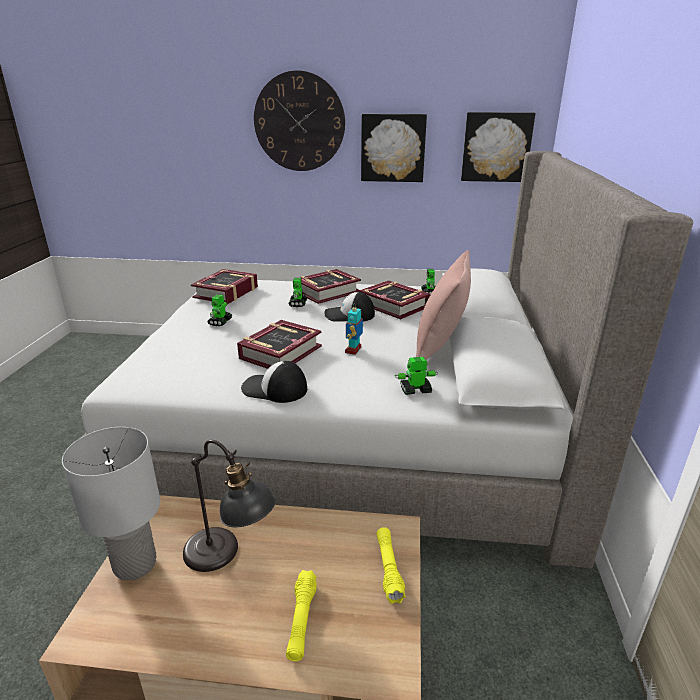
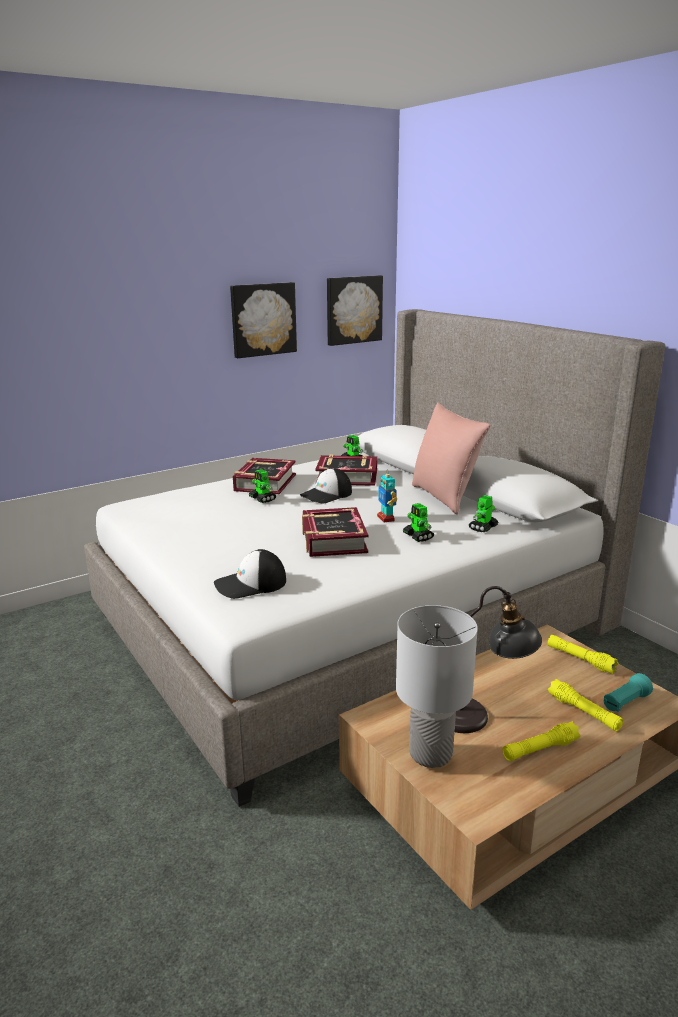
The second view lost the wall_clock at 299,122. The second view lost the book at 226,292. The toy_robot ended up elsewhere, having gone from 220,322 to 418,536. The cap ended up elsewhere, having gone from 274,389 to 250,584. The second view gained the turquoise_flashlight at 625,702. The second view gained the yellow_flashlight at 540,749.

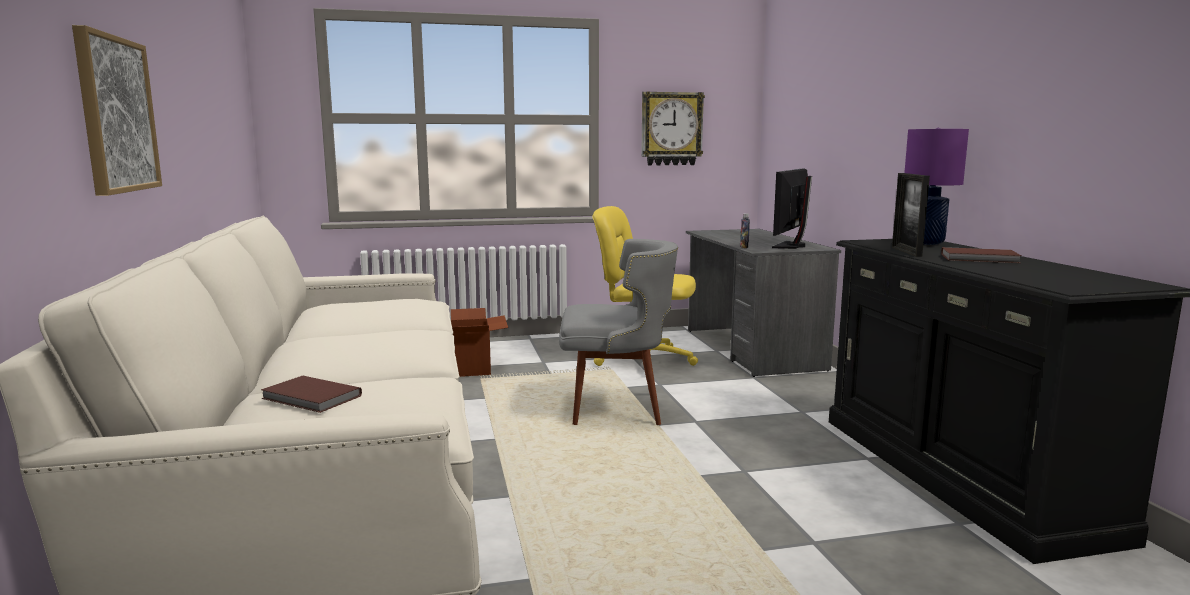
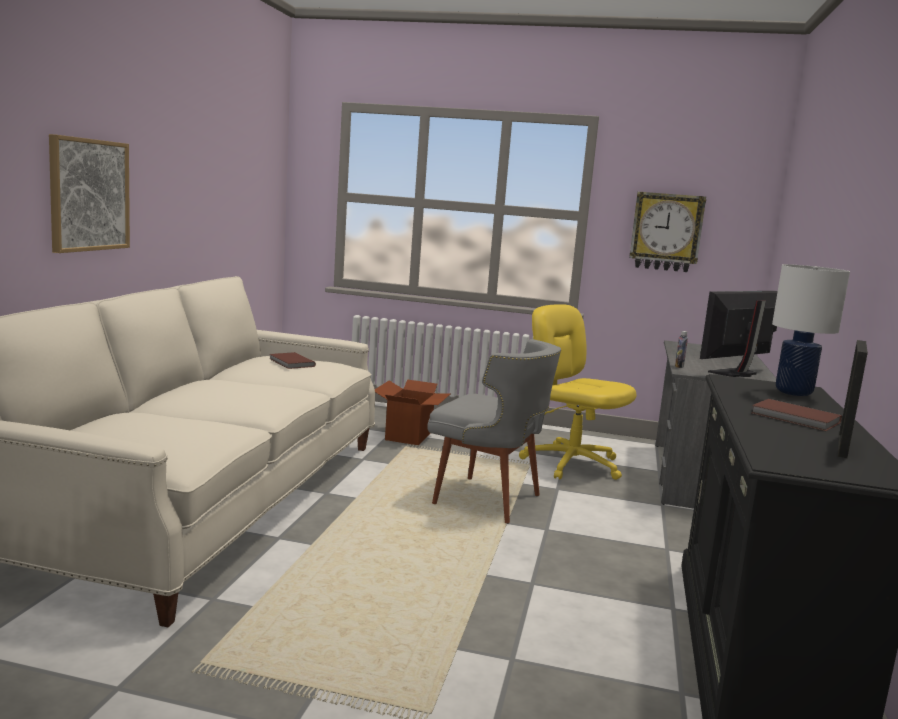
What was the purple_table_lamp at 927,244 turned into the white_table_lamp at 794,394. The picture_frame ended up elsewhere, having gone from 906,251 to 842,446. The brown_book ended up elsewhere, having gone from 311,398 to 291,363.

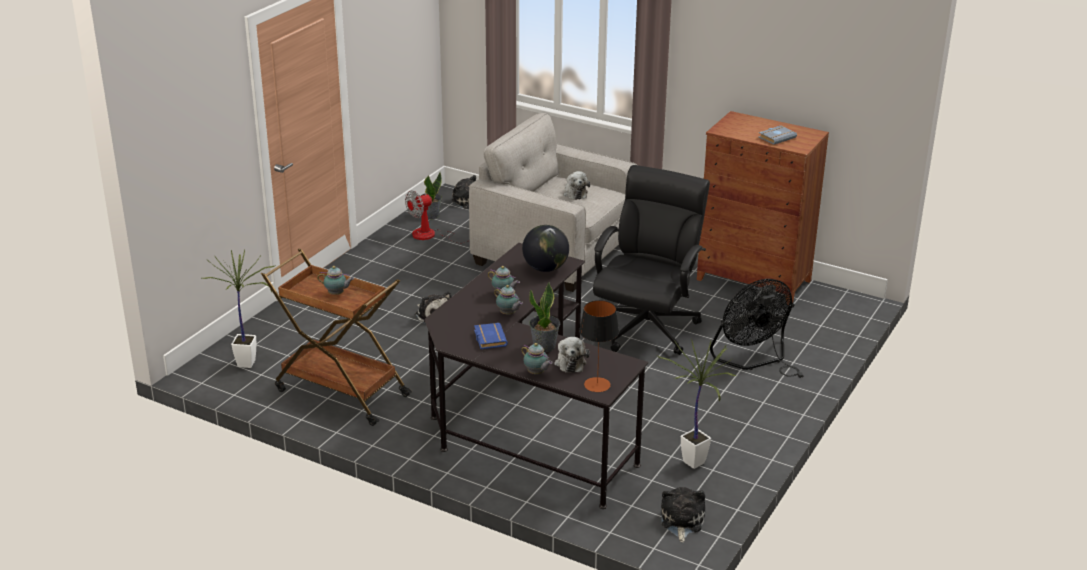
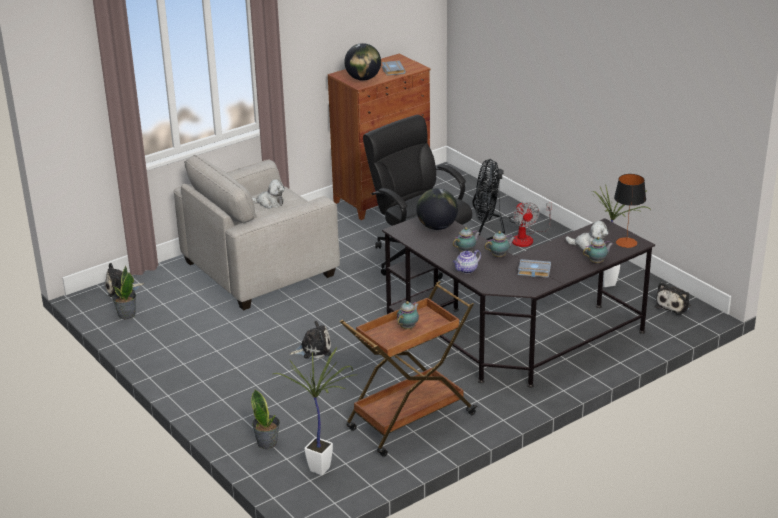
The fan ended up elsewhere, having gone from 432,236 to 527,238. The potted_plant ended up elsewhere, having gone from 544,346 to 267,443. What was the blue_book at 489,338 turned into the grey_book at 533,271. The plush_toy at 681,521 ended up facing another way, 90 degrees counterclockwise from before. The second view gained the globe at 363,79. The second view gained the teapot at 466,270.

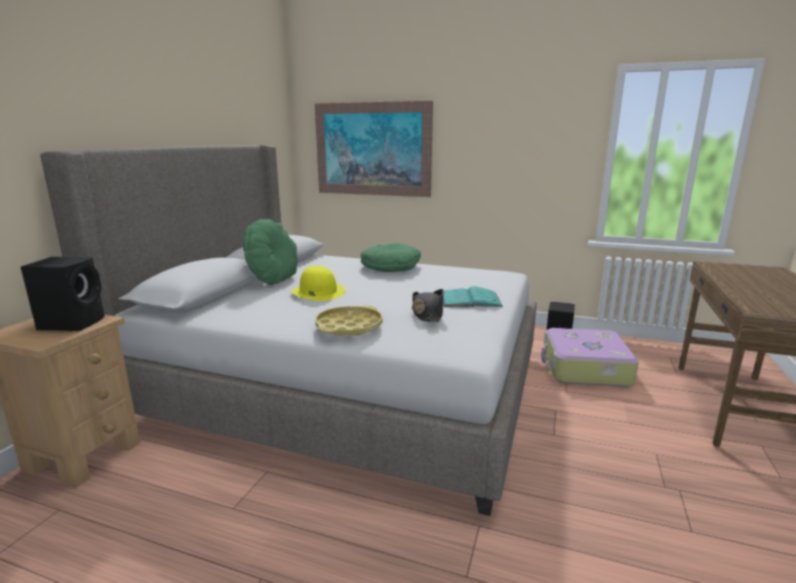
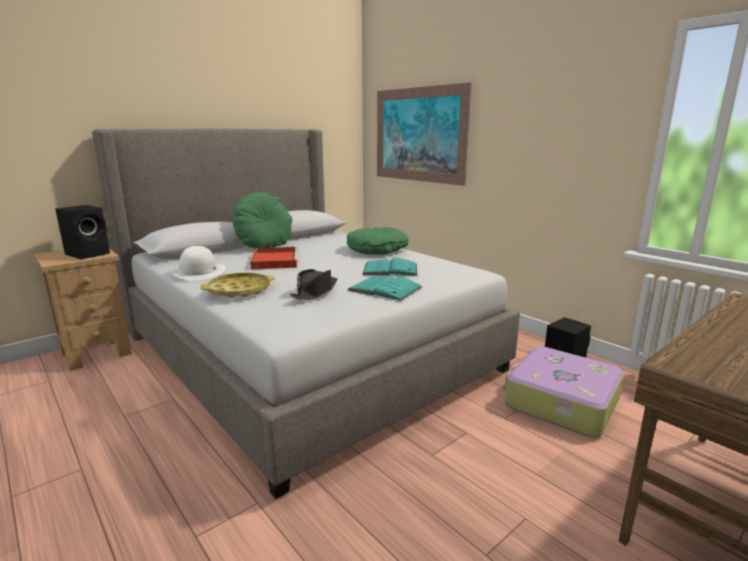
Where the yellow_hat stood at 318,292, the red_tray came to stand at 275,260. The second view gained the white_hat at 199,272. The second view gained the turquoise_book at 390,269.

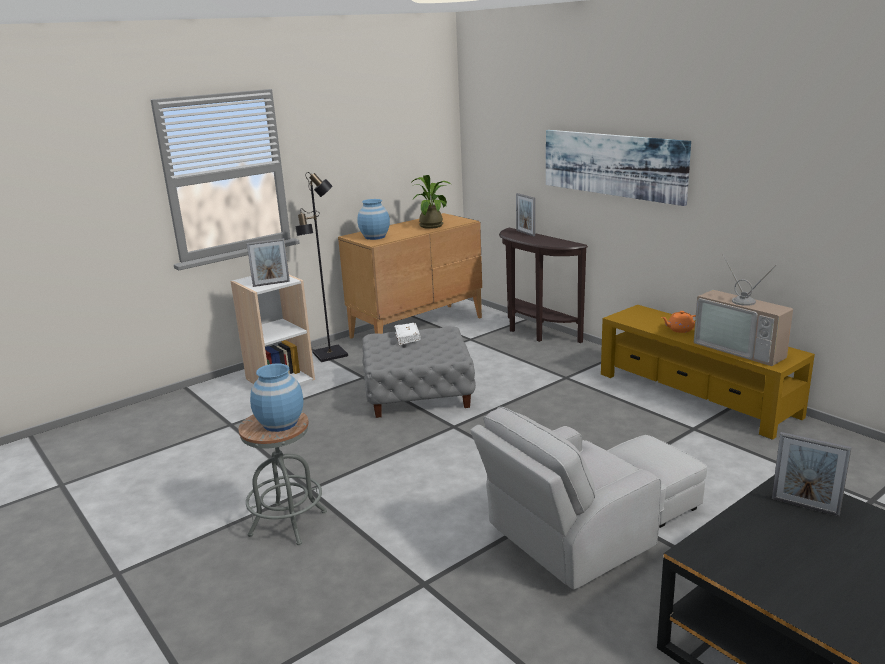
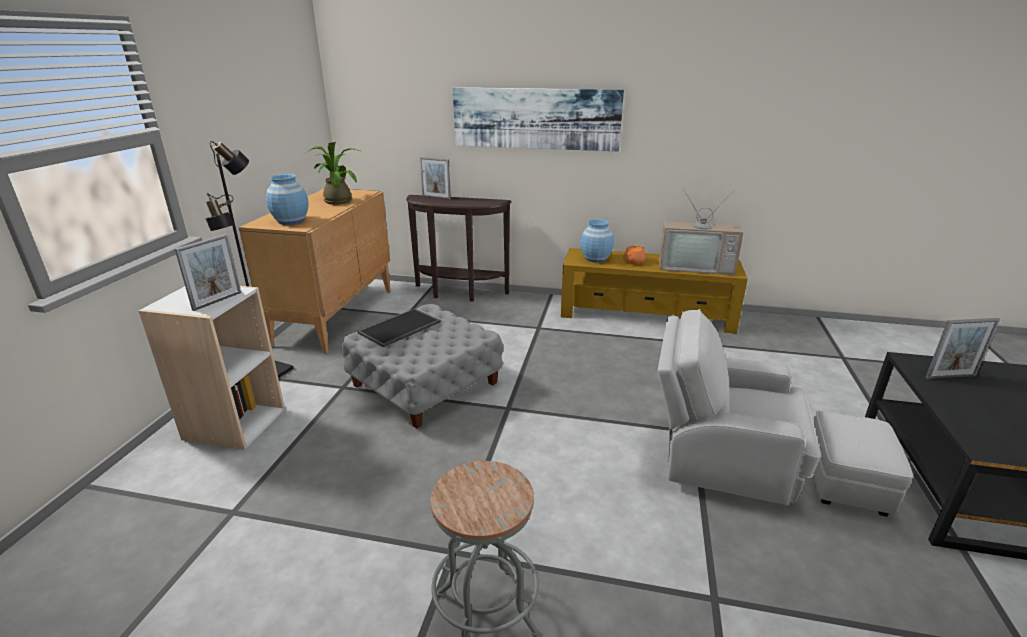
Where the white_book stood at 407,338, the tray came to stand at 400,328. The blue_vase ended up elsewhere, having gone from 280,423 to 595,258. The white_armchair at 589,532 ended up facing another way, 90 degrees clockwise from before.

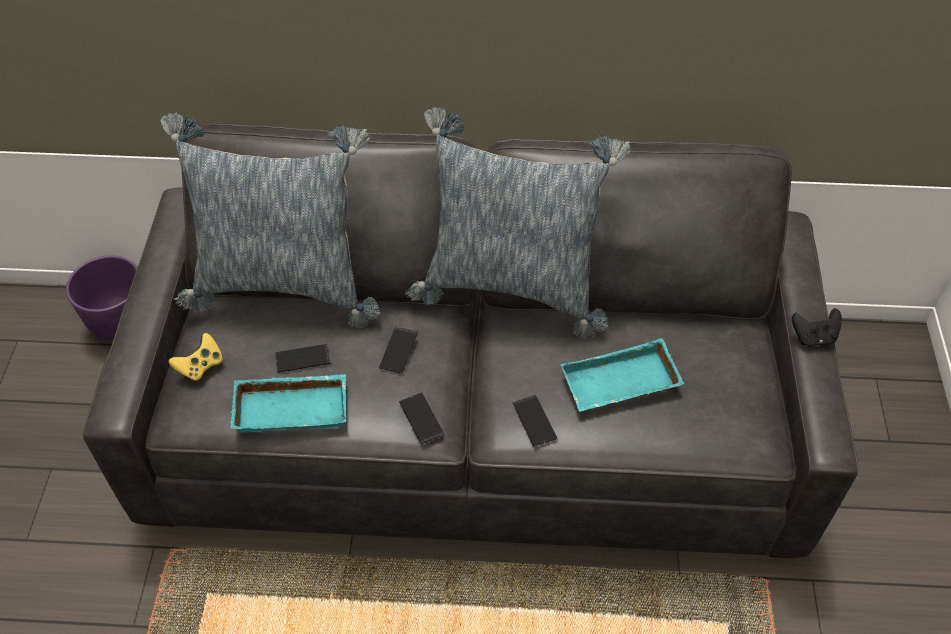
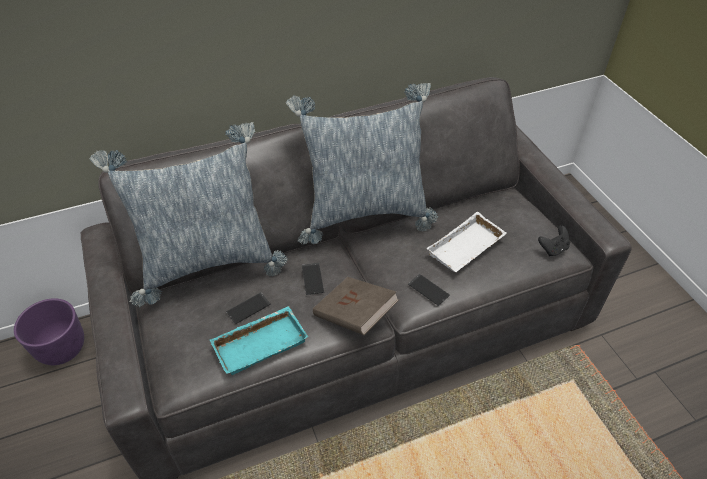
The black_game_controller ended up elsewhere, having gone from 813,337 to 553,249. The second view lost the yellow_game_controller at 200,366. What was the turquoise_tray at 619,385 turned into the white_tray at 466,249. Where the phone stood at 421,418, the brown_book came to stand at 354,316.

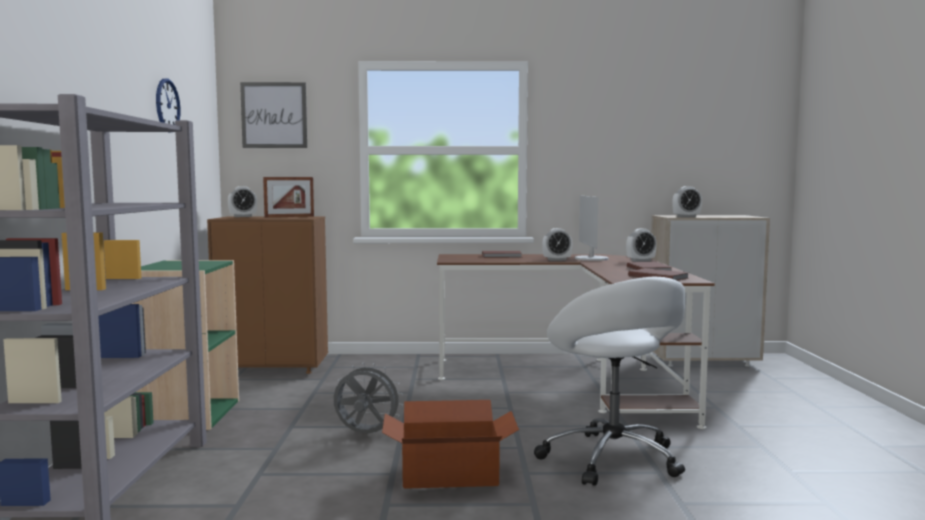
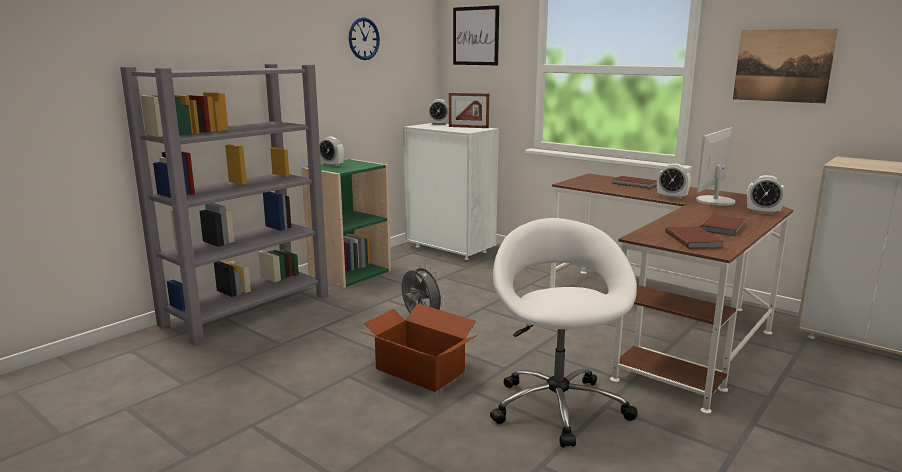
The alarm_clock ended up elsewhere, having gone from 686,217 to 332,165. What was the brown_cabinet at 275,368 turned into the white_cabinet at 451,249. The white_office_chair at 613,460 ended up facing another way, 150 degrees clockwise from before. The second view gained the picture at 782,65.

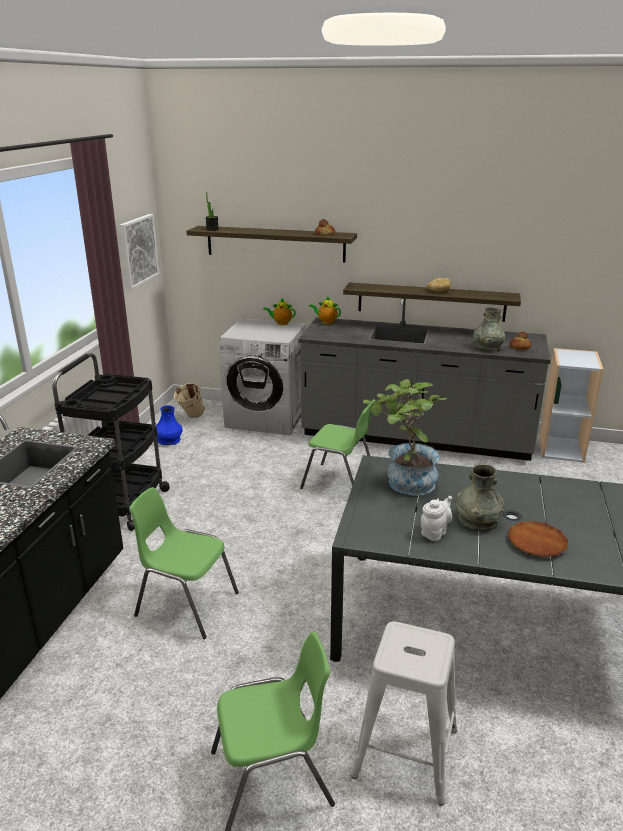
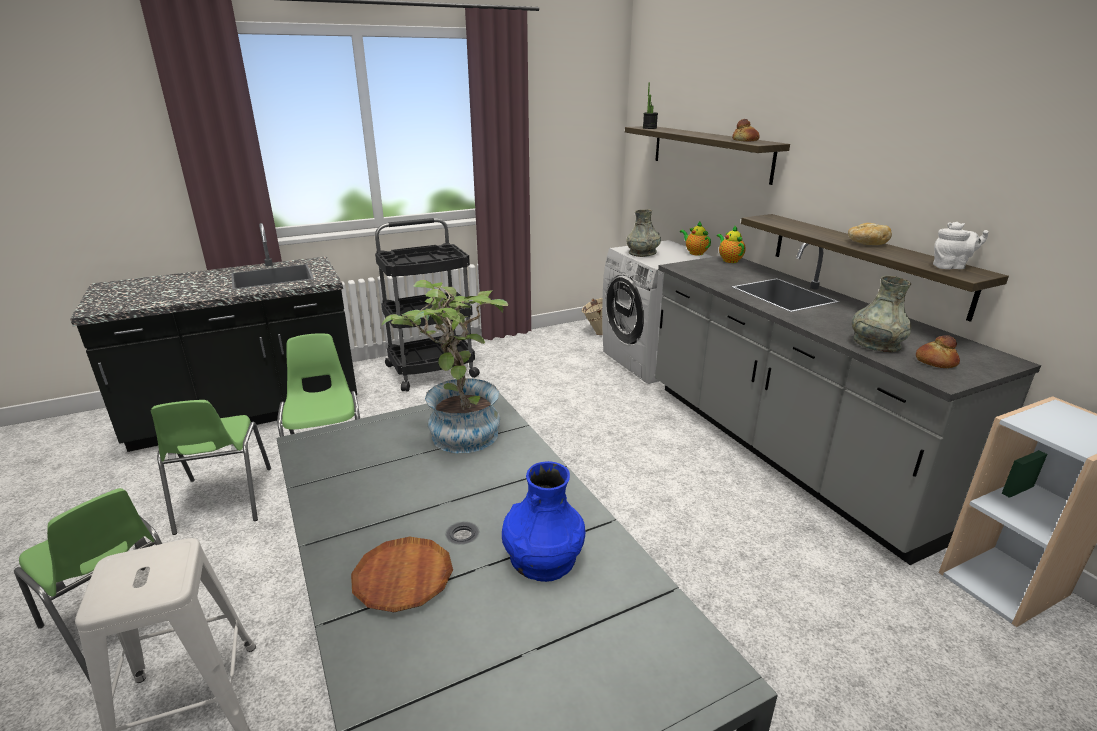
The second view lost the picture at 138,250. The green_chair ended up elsewhere, having gone from 340,483 to 223,501. The blue_vase ended up elsewhere, having gone from 168,440 to 543,556. The grey_vase ended up elsewhere, having gone from 478,520 to 642,253. The white_teapot ended up elsewhere, having gone from 435,532 to 951,267.

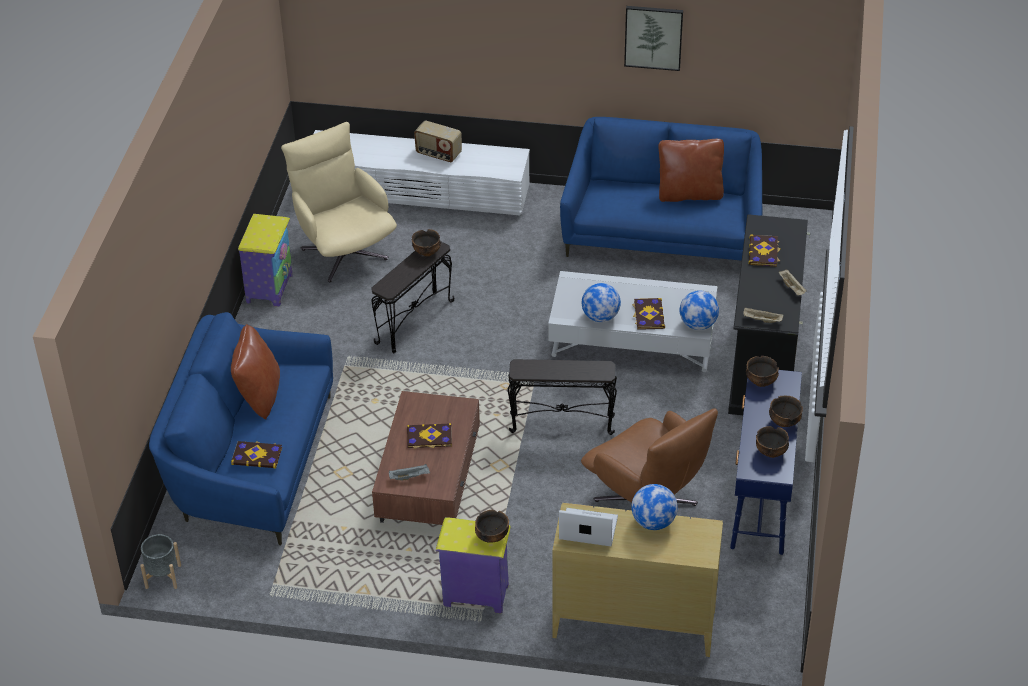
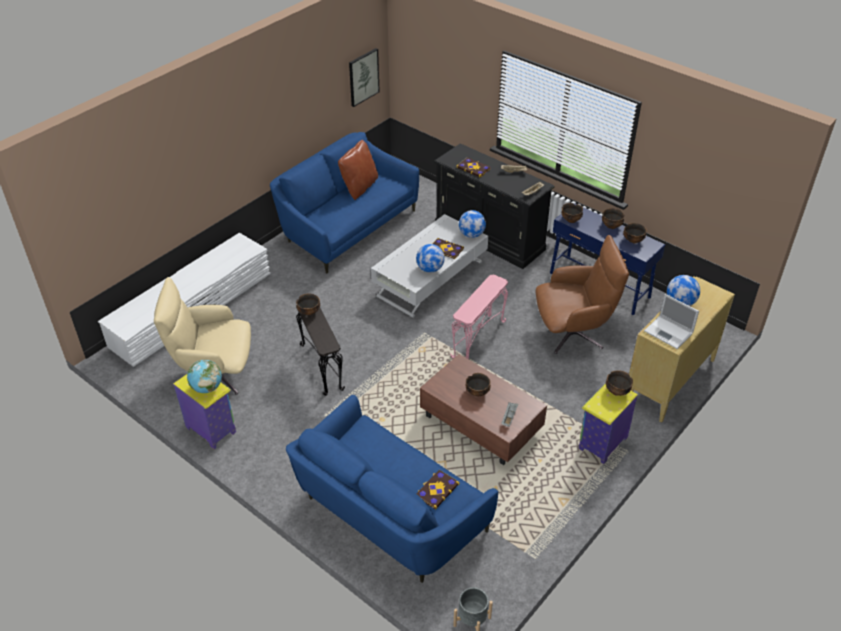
The picture ended up elsewhere, having gone from 653,37 to 363,77. The second view lost the radio at 438,154. The second view lost the brown_pillow at 259,396. What was the black_side_table at 562,425 turned into the pink_side_table at 478,339. Where the book stood at 429,437, the bowl came to stand at 477,392. The laptop at 587,528 ended up facing another way, 90 degrees counterclockwise from before. The second view gained the globe at 207,388.

